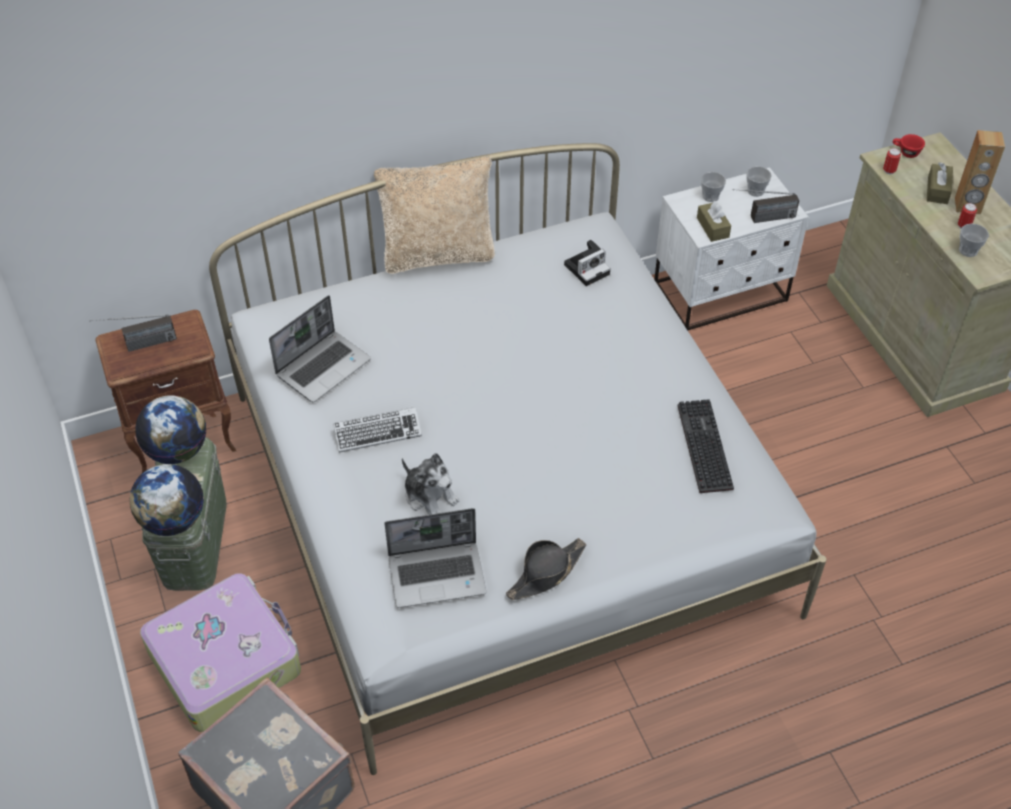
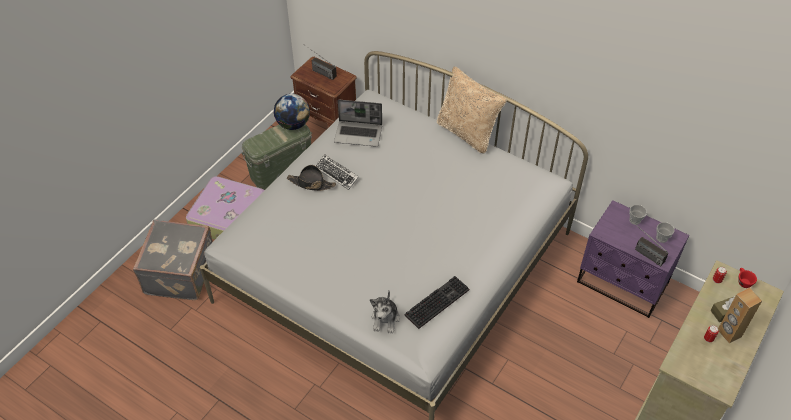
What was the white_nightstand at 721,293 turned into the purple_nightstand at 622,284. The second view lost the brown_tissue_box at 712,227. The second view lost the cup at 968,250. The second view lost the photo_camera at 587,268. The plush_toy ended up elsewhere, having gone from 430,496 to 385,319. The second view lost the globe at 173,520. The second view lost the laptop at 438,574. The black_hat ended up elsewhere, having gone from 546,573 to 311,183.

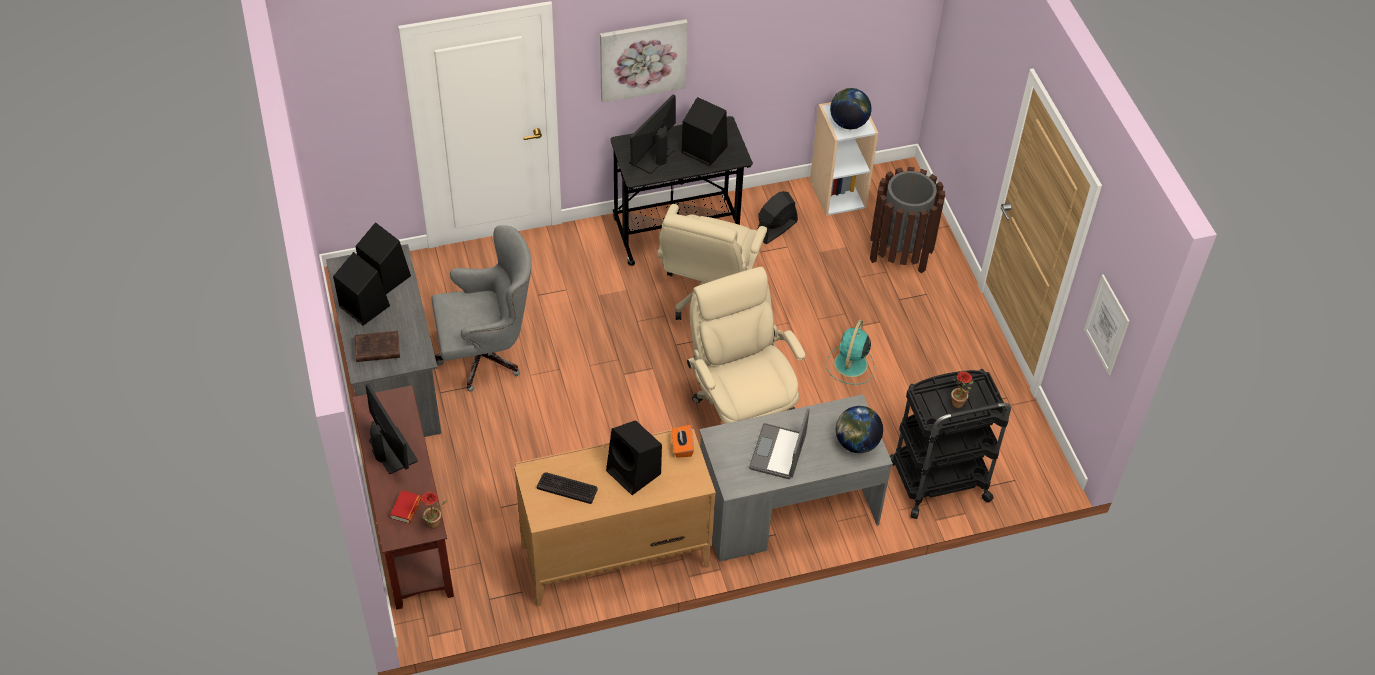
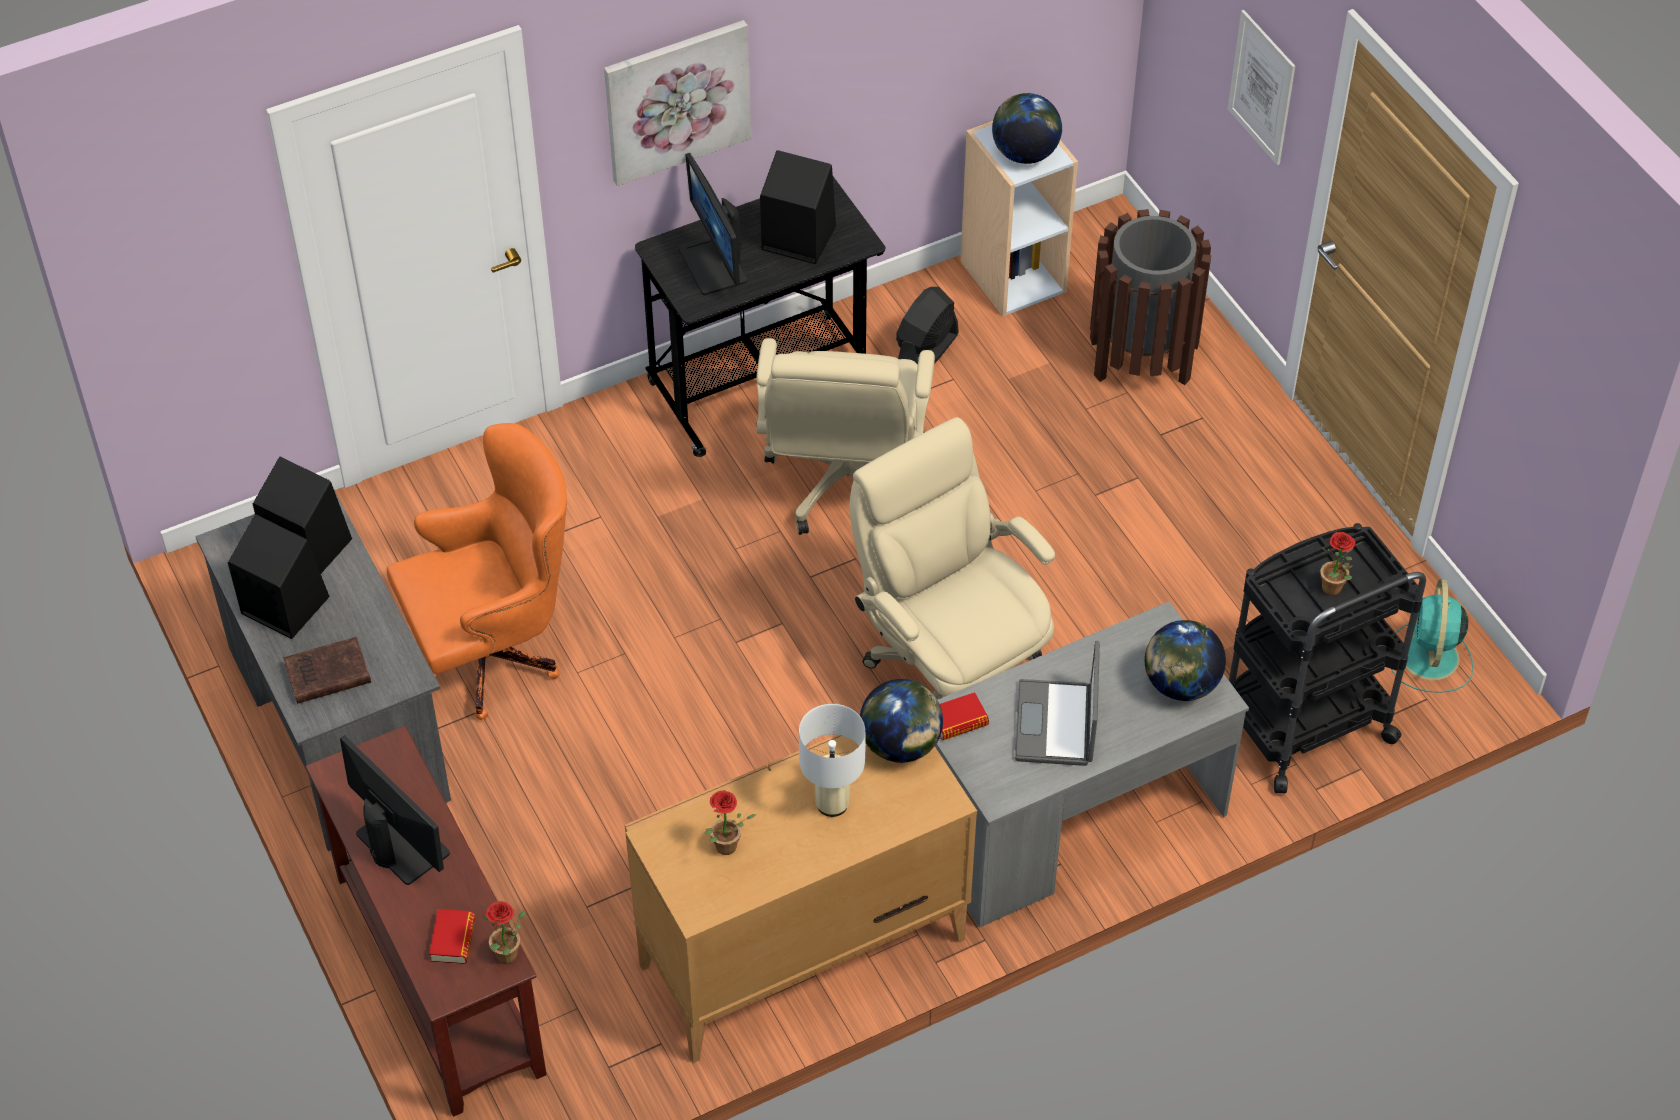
The monitor at 652,156 ended up facing another way, 45 degrees counterclockwise from before. What was the grey_office_chair at 486,356 turned into the orange_office_chair at 494,655. The picture ended up elsewhere, having gone from 1107,325 to 1261,87. The turquoise_fan ended up elsewhere, having gone from 850,365 to 1429,659. Where the black_speaker stood at 635,473, the white_table_lamp came to stand at 833,803. Where the orange_tissue_box stood at 682,447, the globe came to stand at 900,745. Where the keyboard stood at 567,488, the potted_plant came to stand at 726,850. The second view gained the book at 958,720.

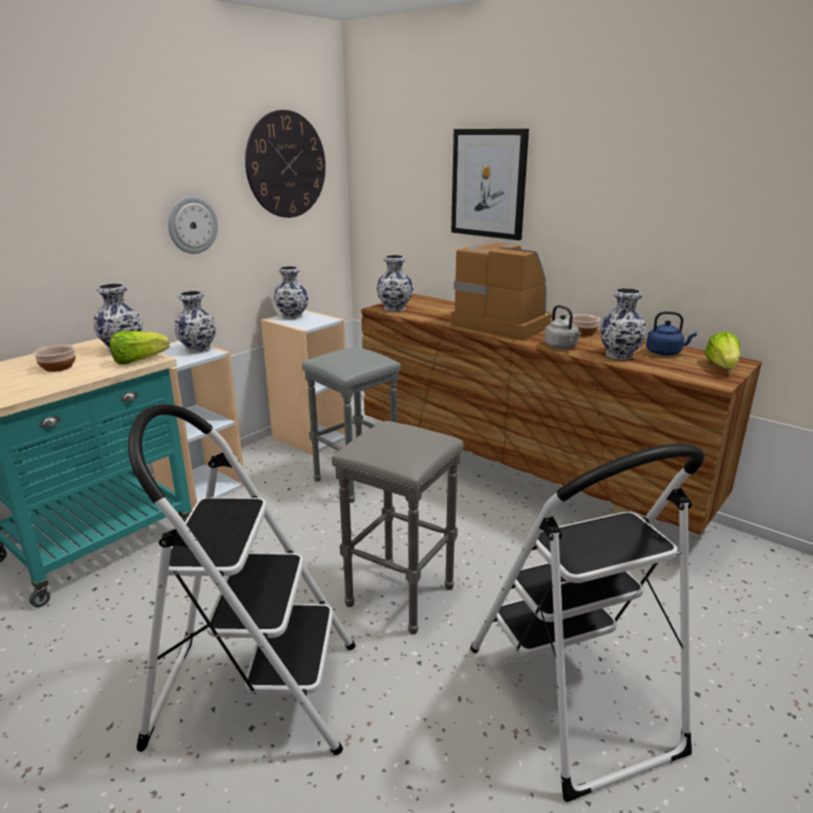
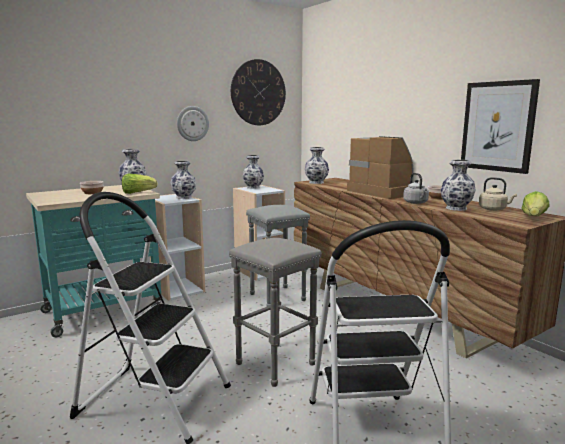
The picture ended up elsewhere, having gone from 488,184 to 498,126. What was the blue_kettle at 665,353 turned into the beige_kettle at 494,209.

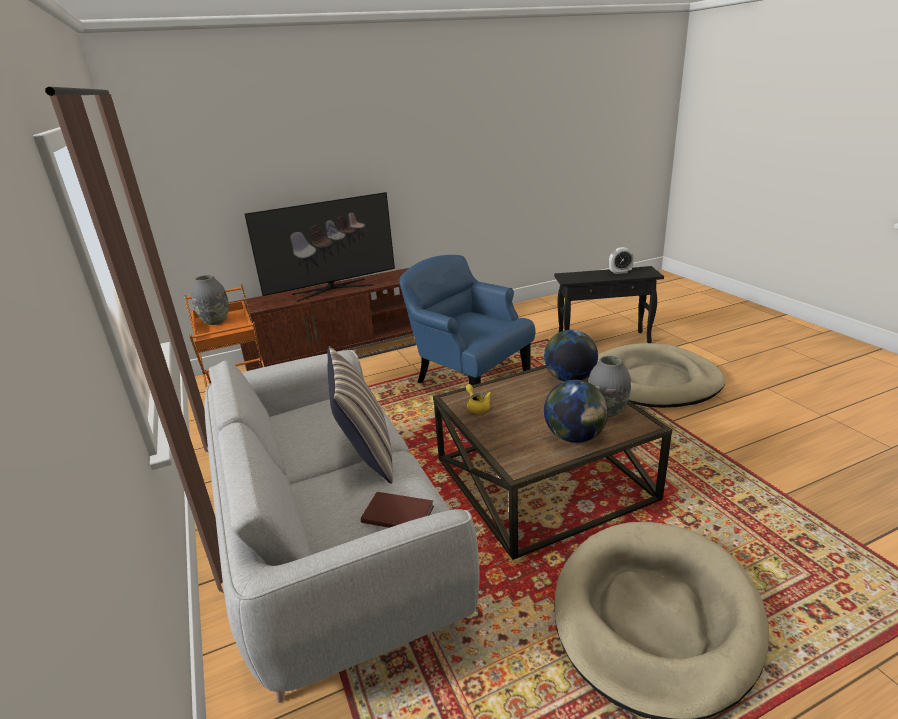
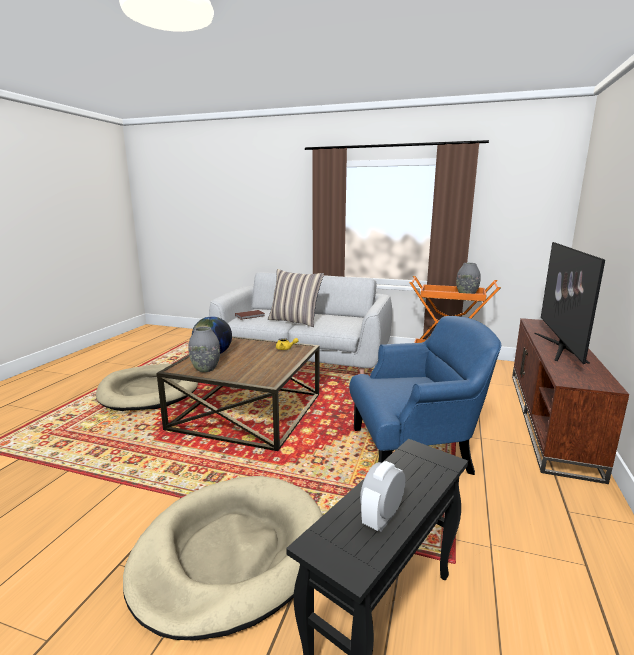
The second view lost the globe at 569,378.

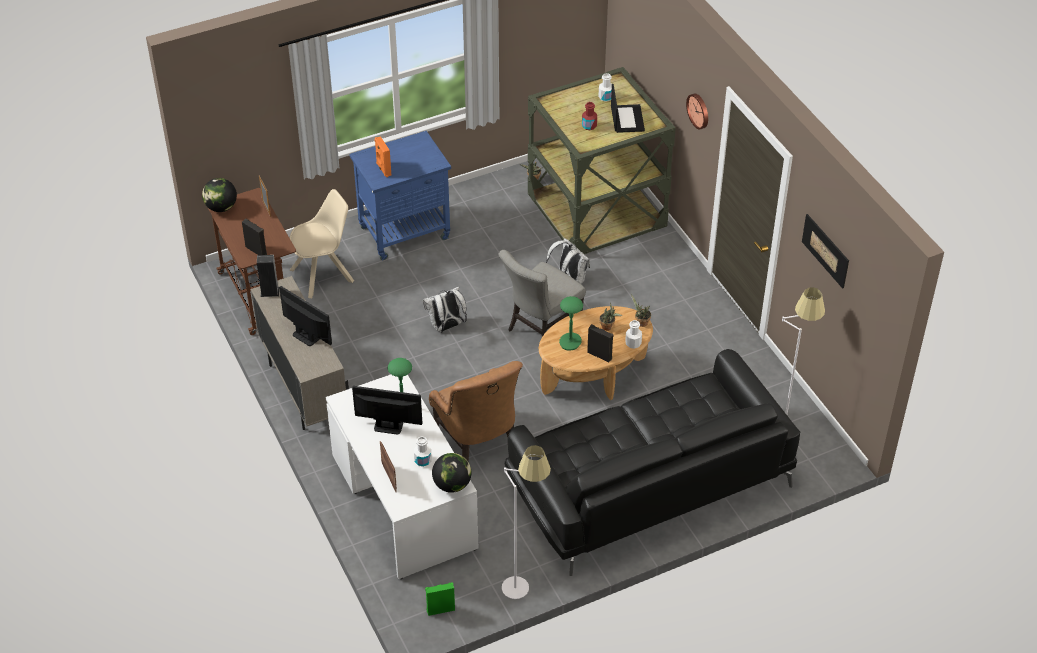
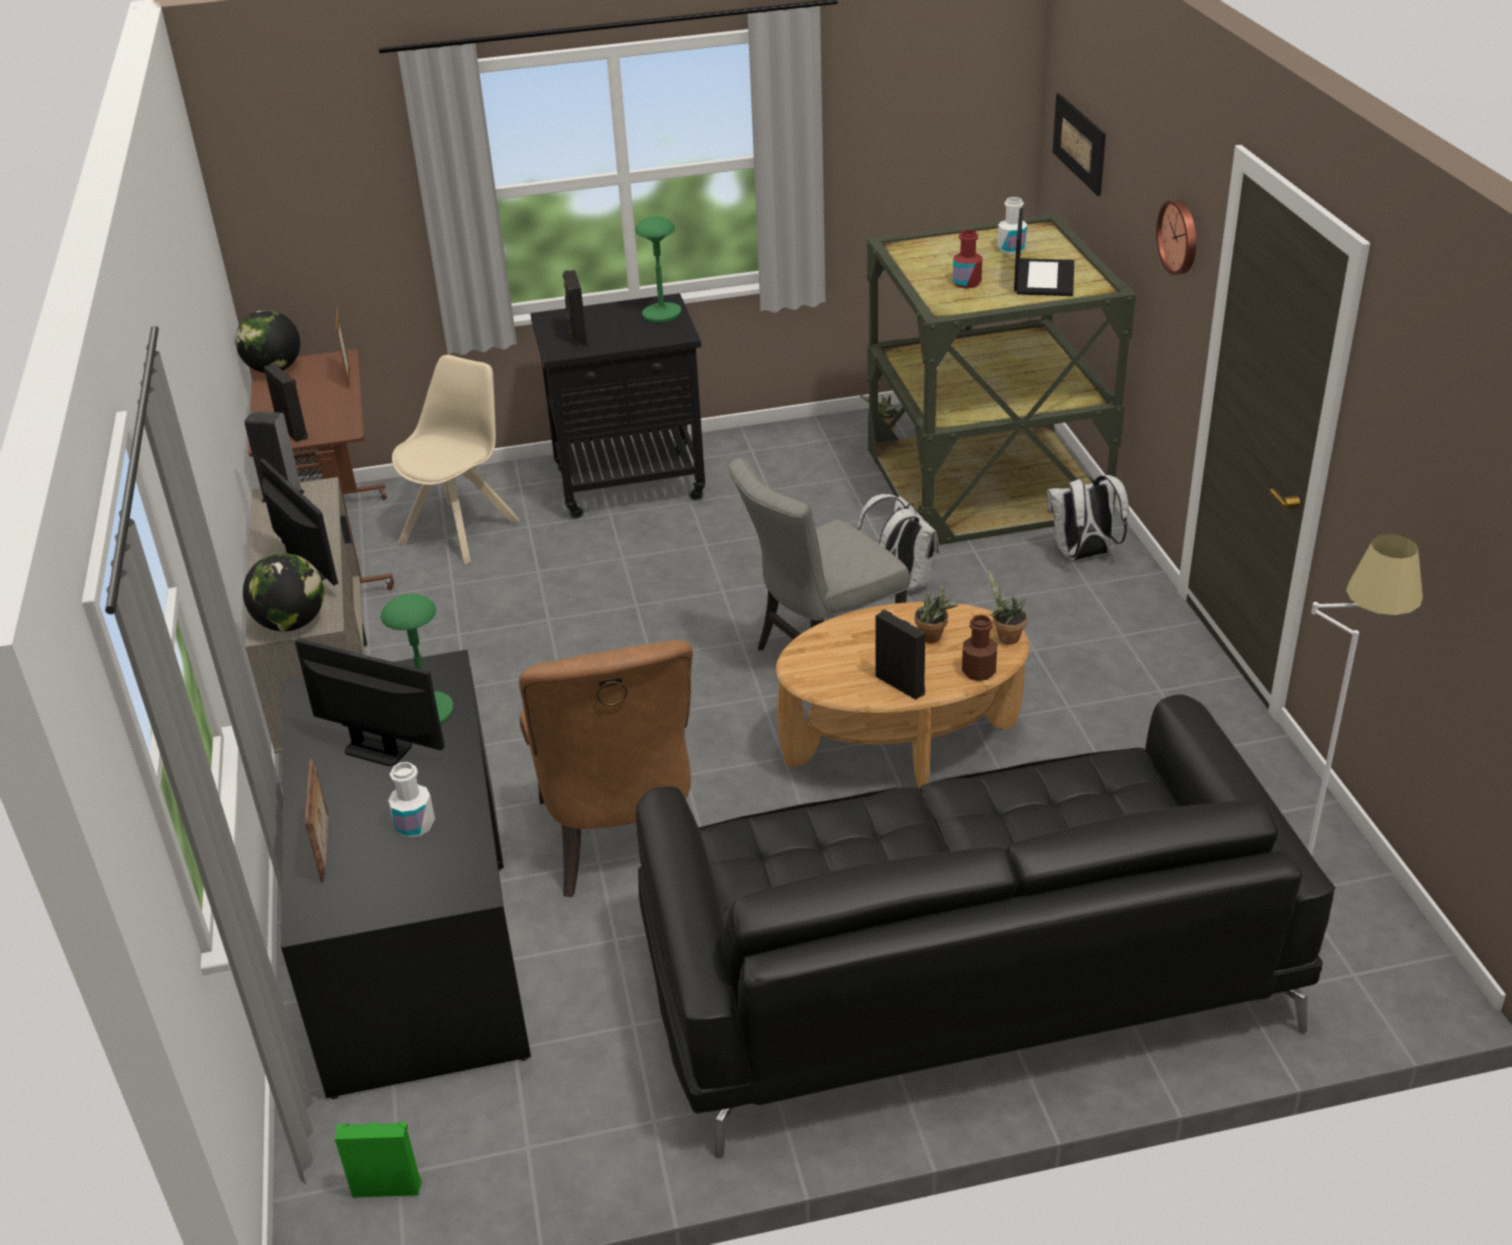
What was the blue_cart at 405,233 turned into the black_cart at 631,485. What was the orange_speaker at 383,169 turned into the black_speaker at 577,336. The beige_chair at 323,275 ended up facing another way, 45 degrees counterclockwise from before. The picture ended up elsewhere, having gone from 825,250 to 1079,143. The white_backpack ended up elsewhere, having gone from 446,327 to 1083,555. The green_table_lamp ended up elsewhere, having gone from 570,342 to 662,314. What was the white_bottle at 633,343 turned into the brown_bottle at 978,671. What was the white_desk at 403,501 turned into the black_desk at 416,932. The second view lost the white_floor_lamp at 524,580. The globe ended up elsewhere, having gone from 452,485 to 291,623.

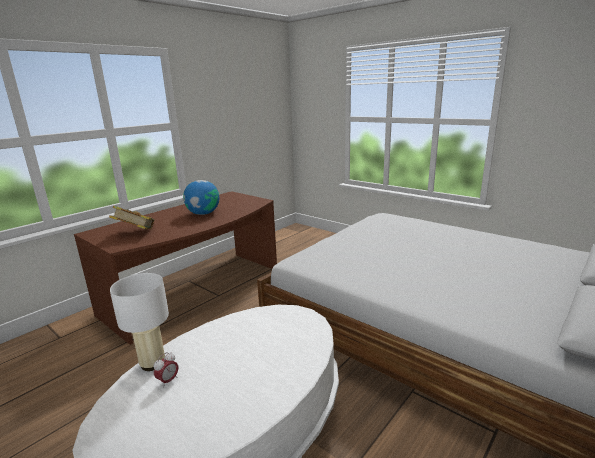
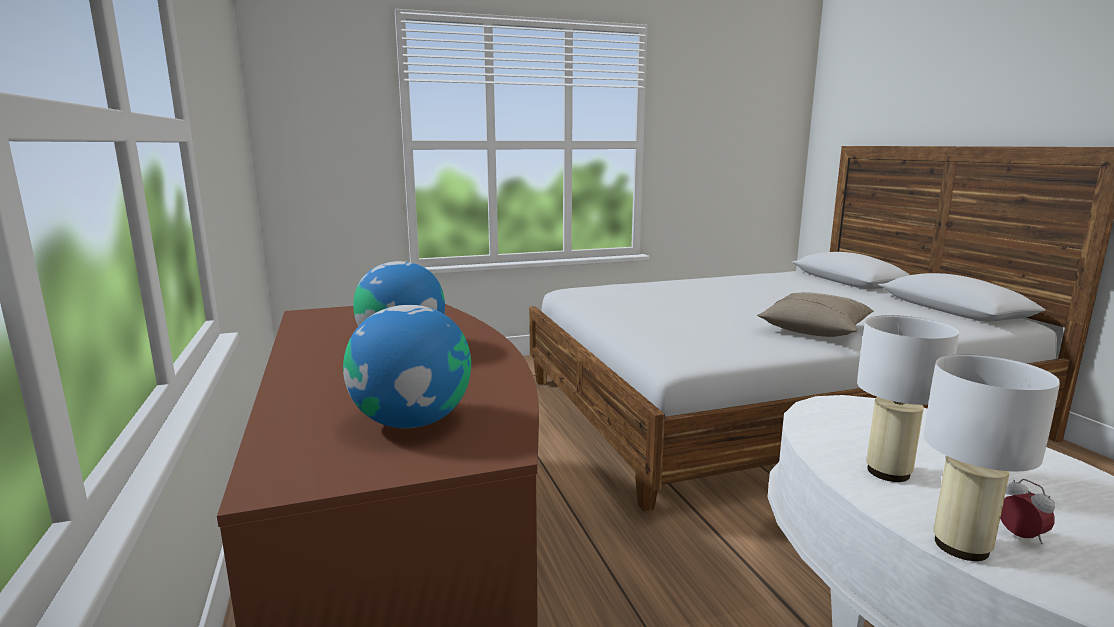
Where the book stood at 135,233, the globe came to stand at 412,421. The second view gained the beige_pillow at 815,330. The second view gained the white_table_lamp at 887,471.

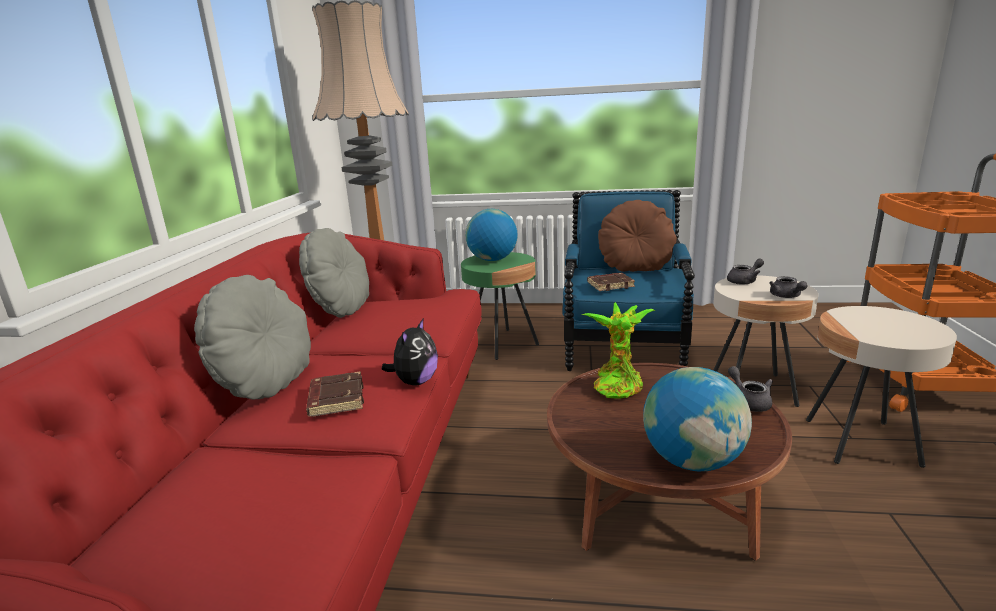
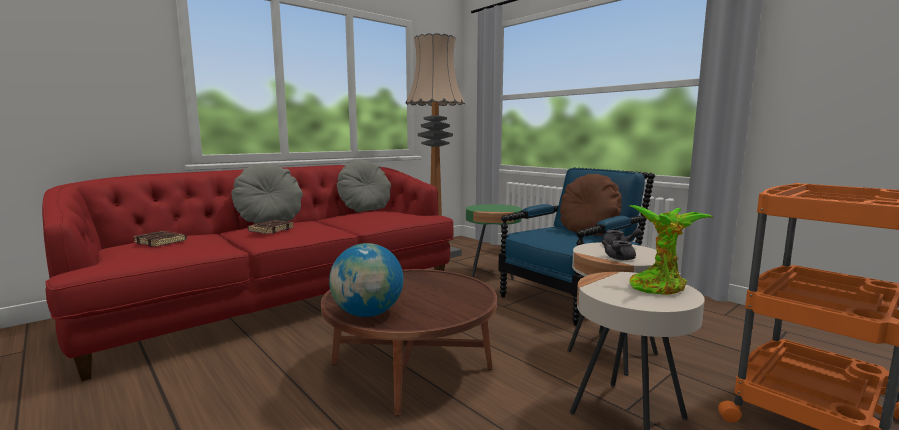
The second view lost the globe at 492,260. The brown_book ended up elsewhere, having gone from 610,285 to 161,242. The potted_plant ended up elsewhere, having gone from 617,385 to 659,286. The second view lost the plush_toy at 415,382. The second view lost the grey_teapot at 748,402.

